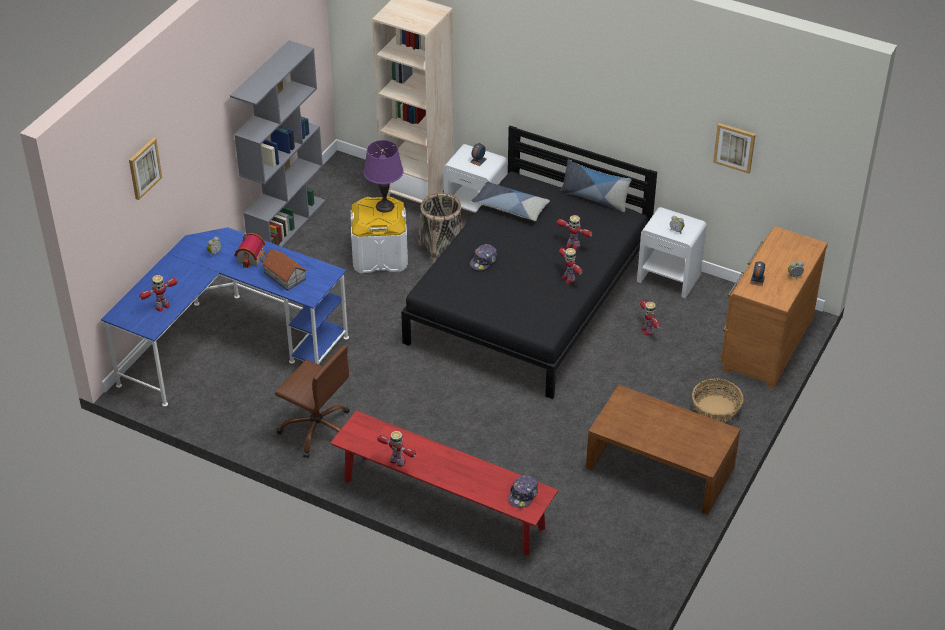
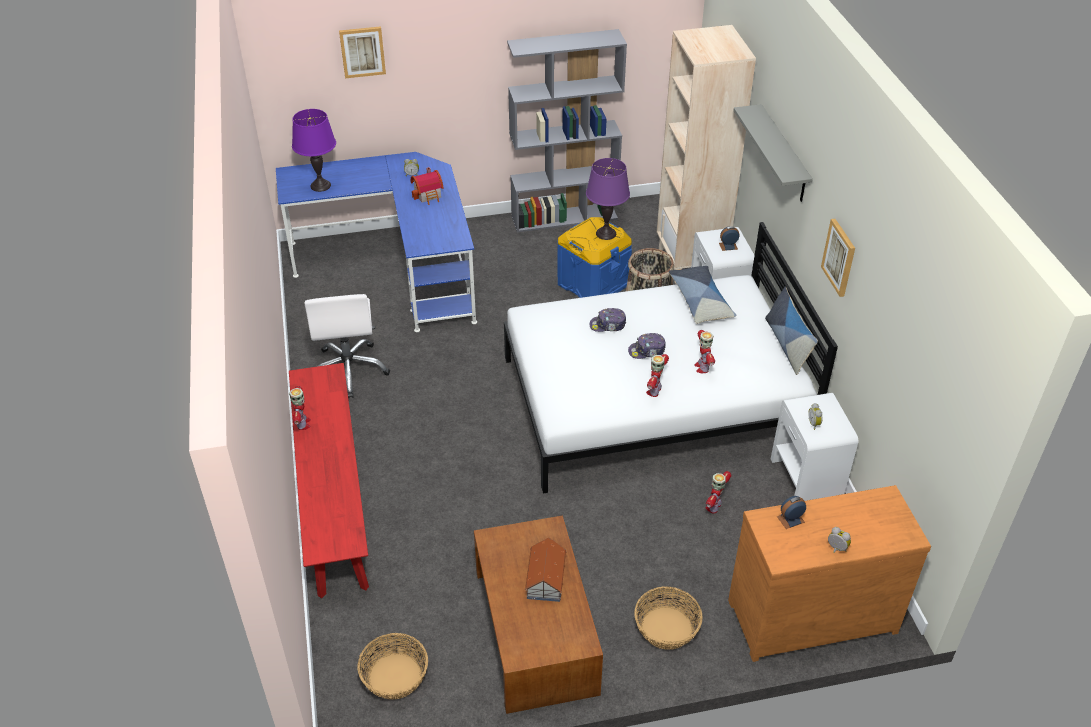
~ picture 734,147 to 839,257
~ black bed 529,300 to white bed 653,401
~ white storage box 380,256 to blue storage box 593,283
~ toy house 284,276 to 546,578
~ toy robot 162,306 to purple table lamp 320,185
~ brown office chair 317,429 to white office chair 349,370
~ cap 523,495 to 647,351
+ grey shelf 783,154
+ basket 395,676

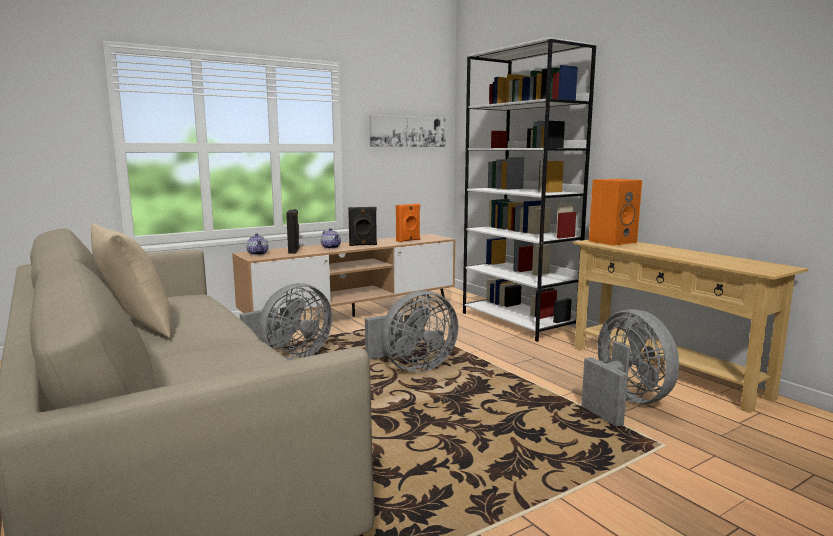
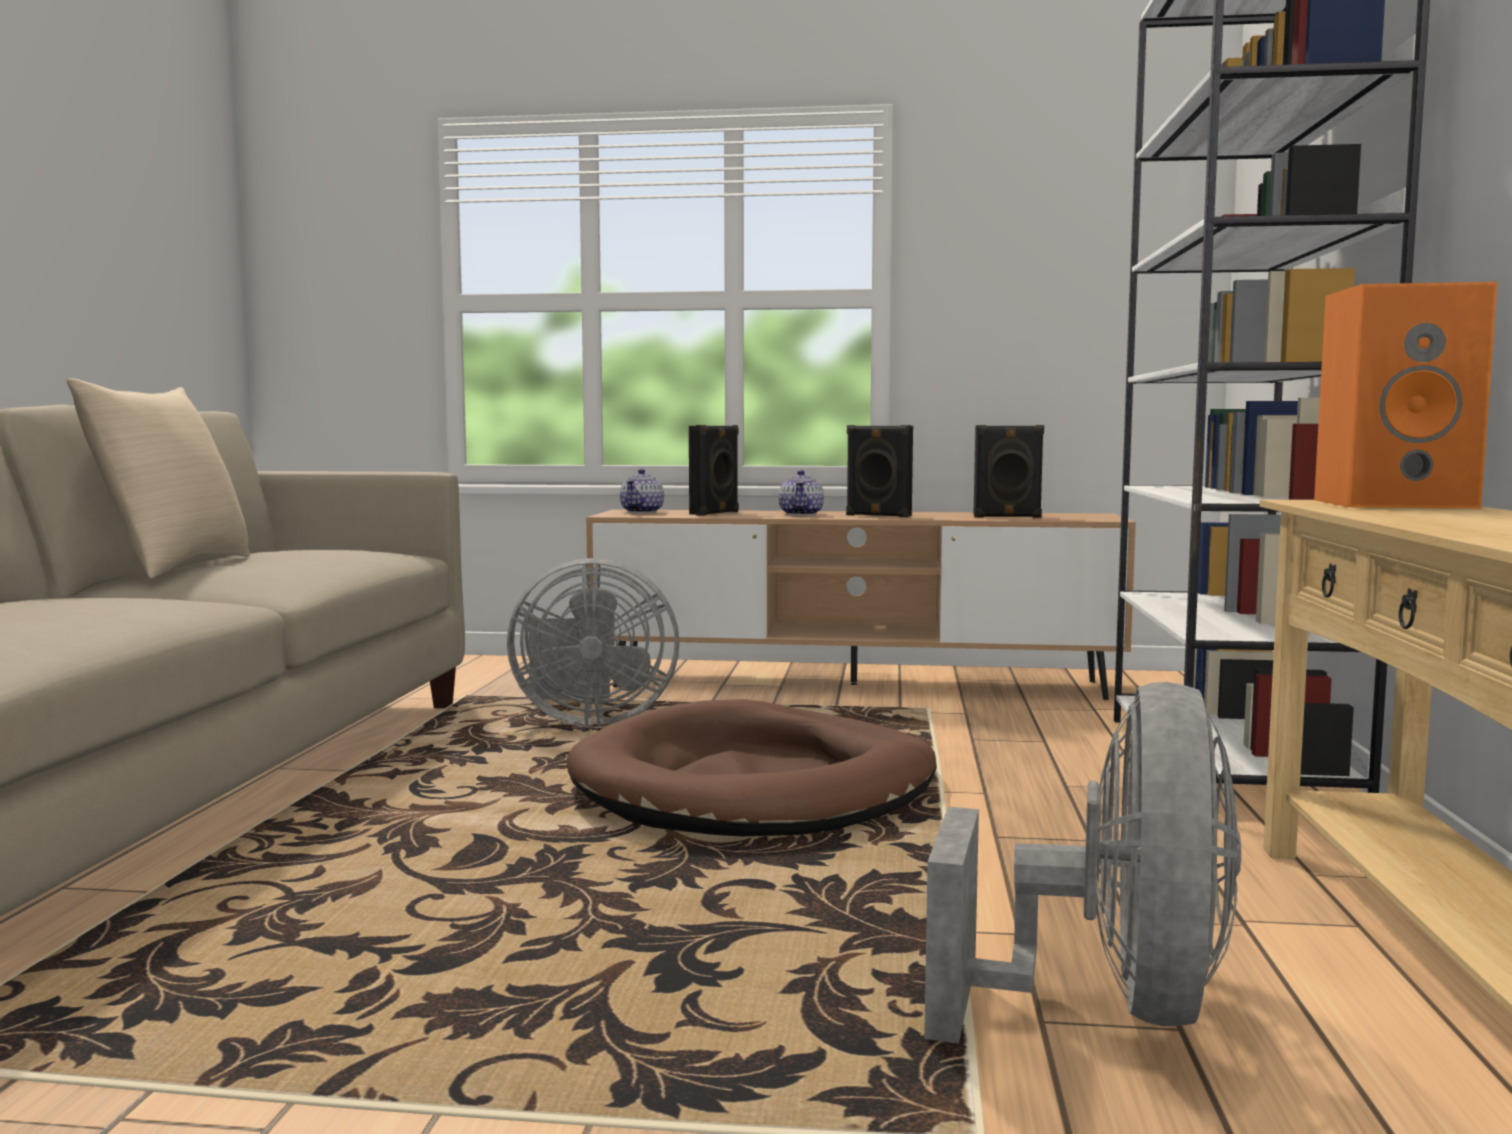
- picture 407,131
~ orange speaker 408,240 to black speaker 1007,517
~ grey fan 412,367 to brown dog bed 756,786

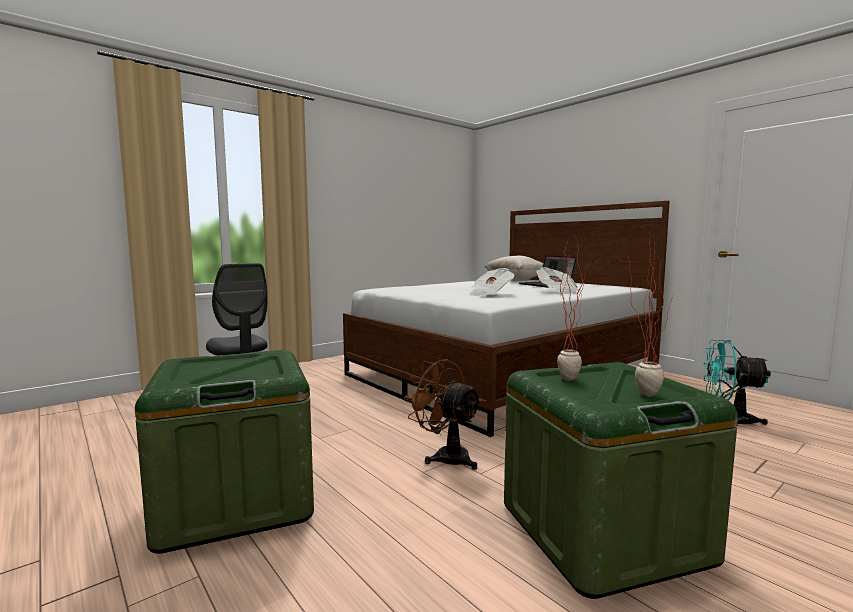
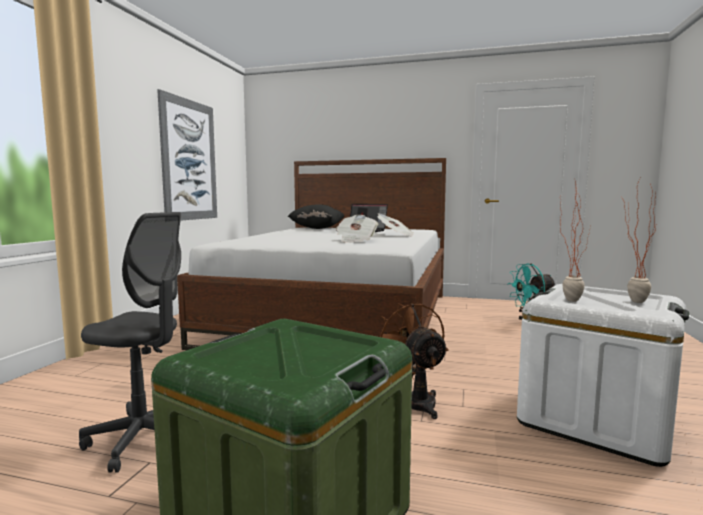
~ beige pillow 516,280 to black pillow 317,228
~ brown fan 446,456 = 415,401 60 degrees clockwise
~ green storage box 602,532 to white storage box 596,419
+ picture 189,160

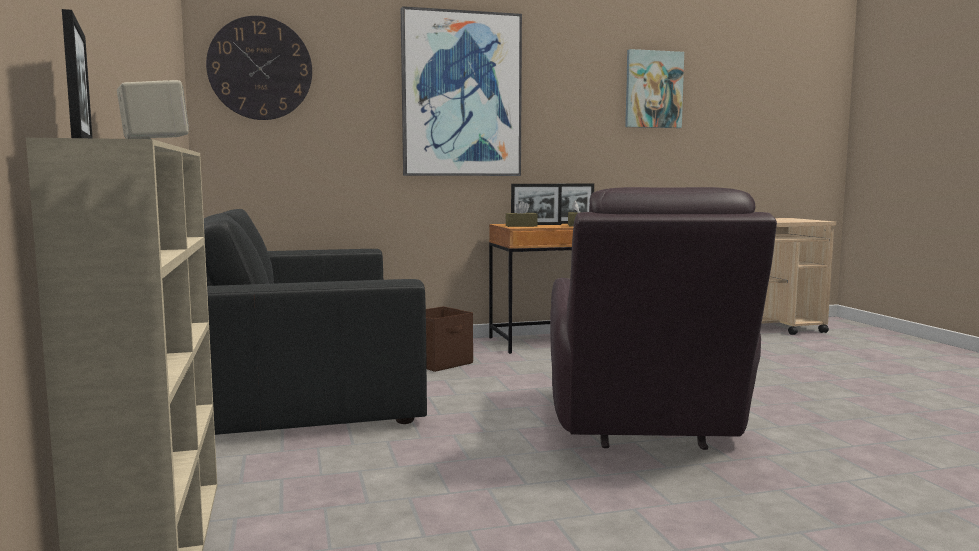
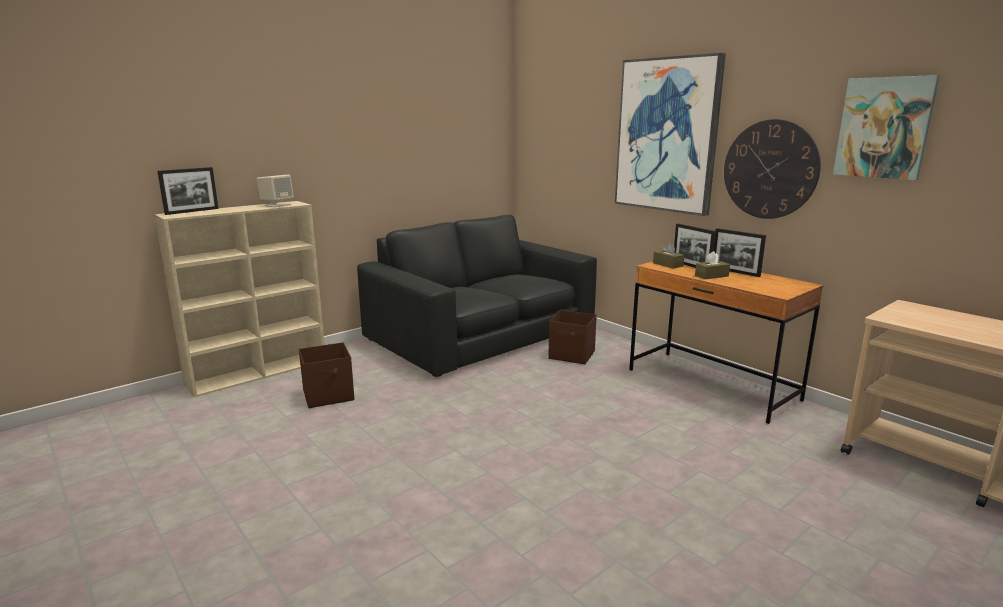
~ wall clock 260,68 to 770,169
- brown armchair 643,426
+ brown storage box 329,395

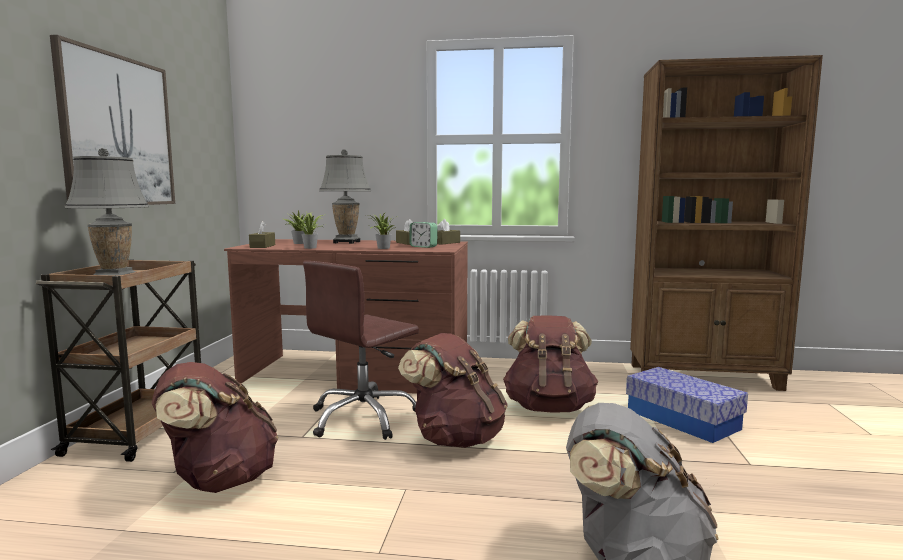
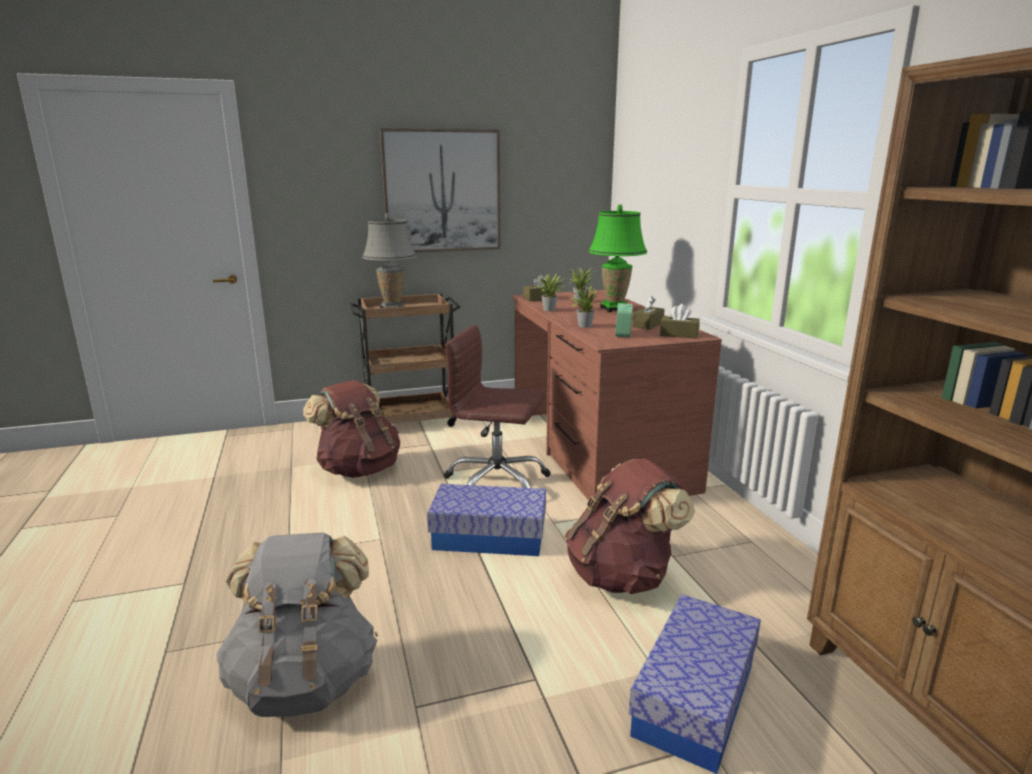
~ grey table lamp 347,242 to green table lamp 615,309
~ brown backpack 455,439 to storage box 489,537

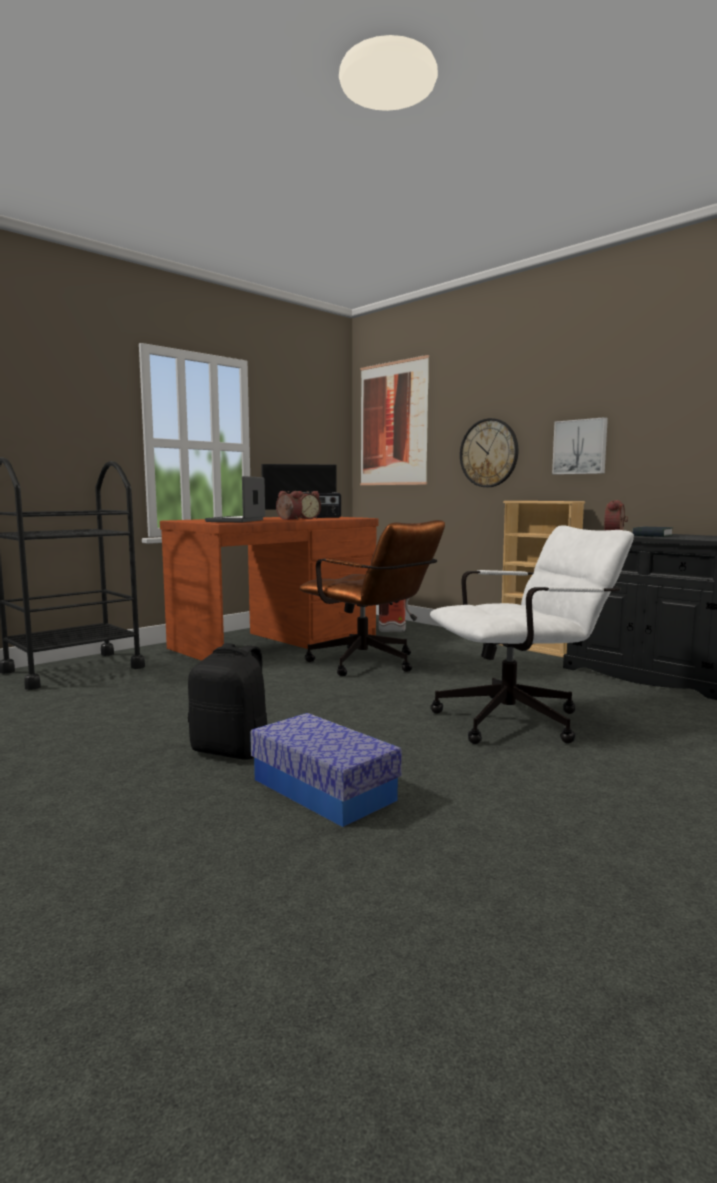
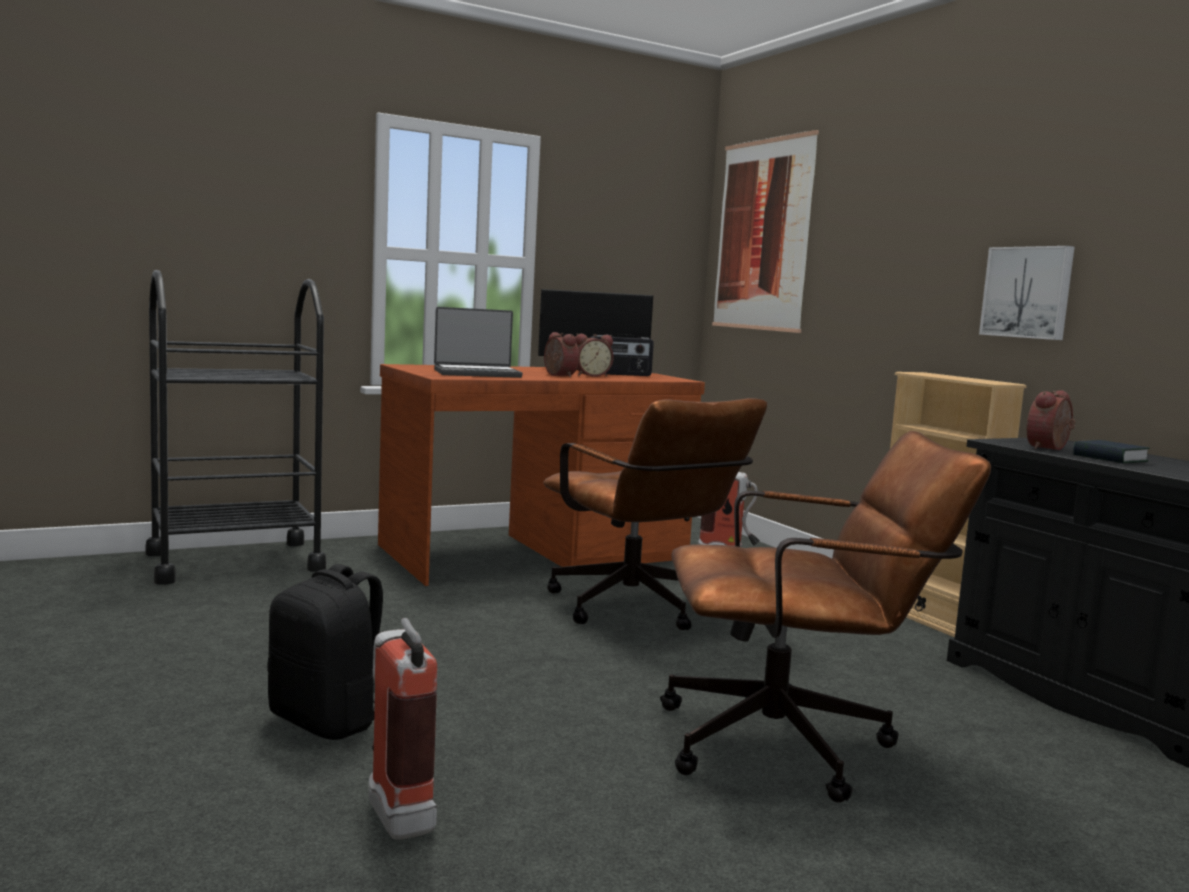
- wall clock 489,453
~ laptop 237,521 = 477,373 135 degrees counterclockwise
~ white office chair 521,720 to brown office chair 795,745
~ storage box 323,790 to fire extinguisher 395,810

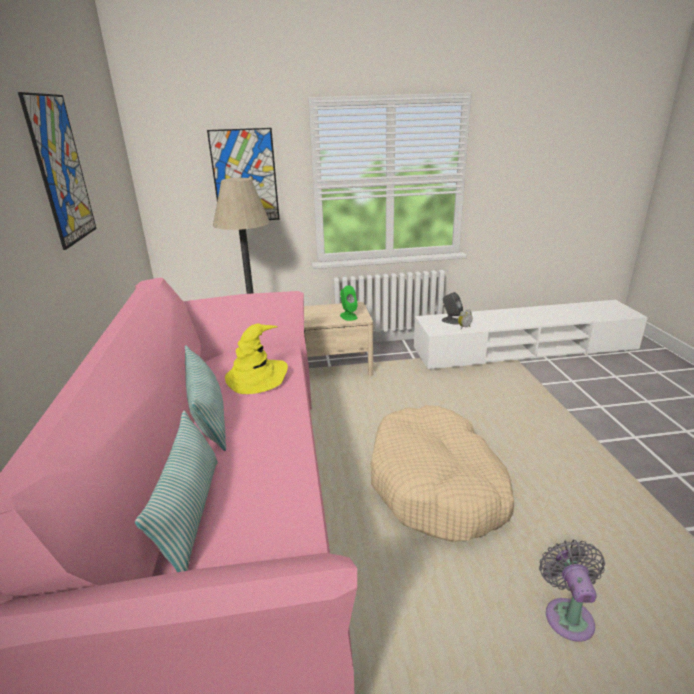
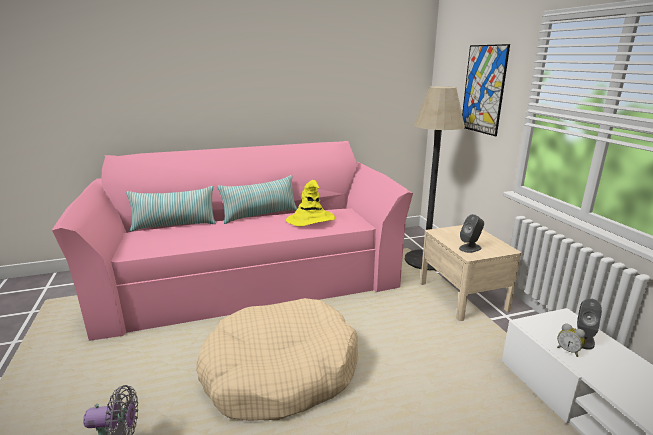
- picture 61,170
~ green speaker 348,316 to grey speaker 470,248

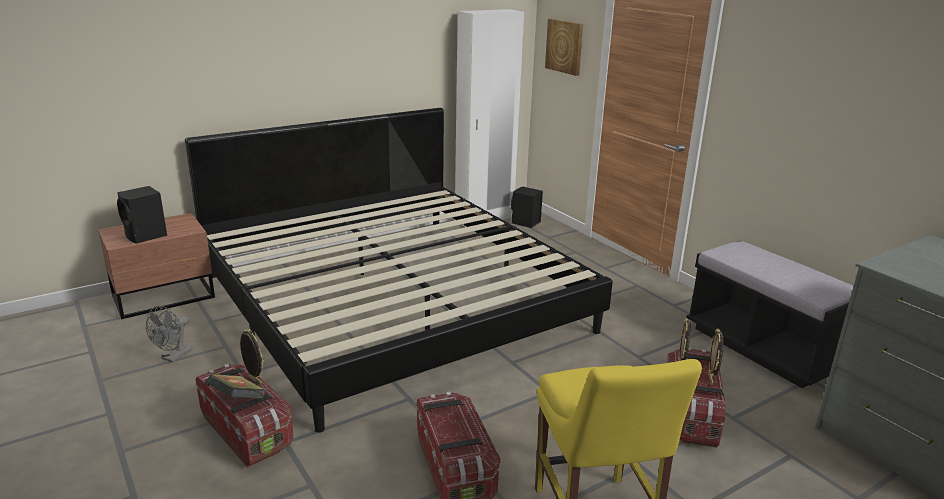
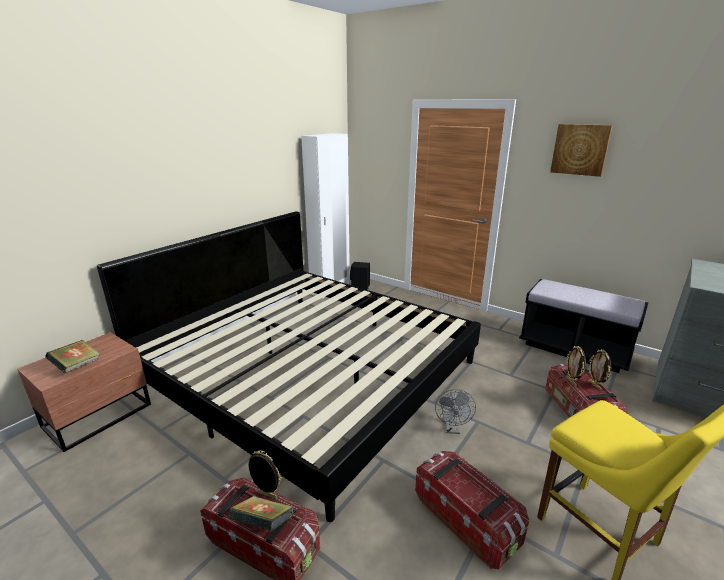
~ picture 565,46 to 580,149
~ black speaker 146,236 to book 77,366
~ grey fan 174,357 to 452,429

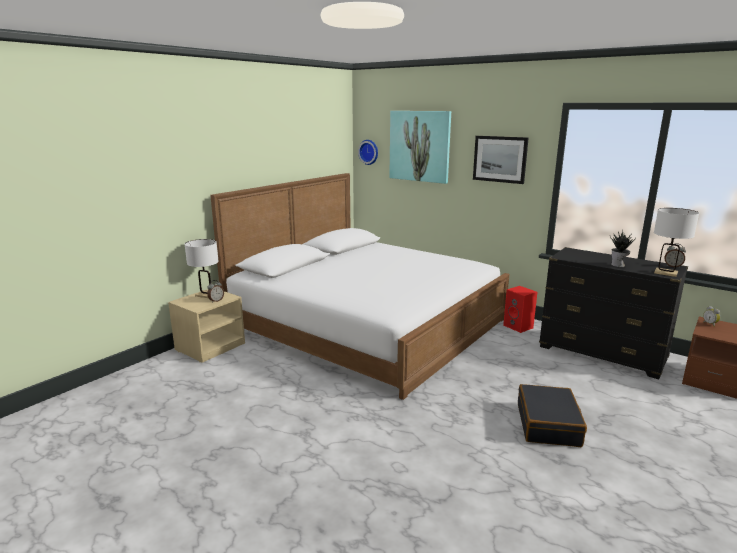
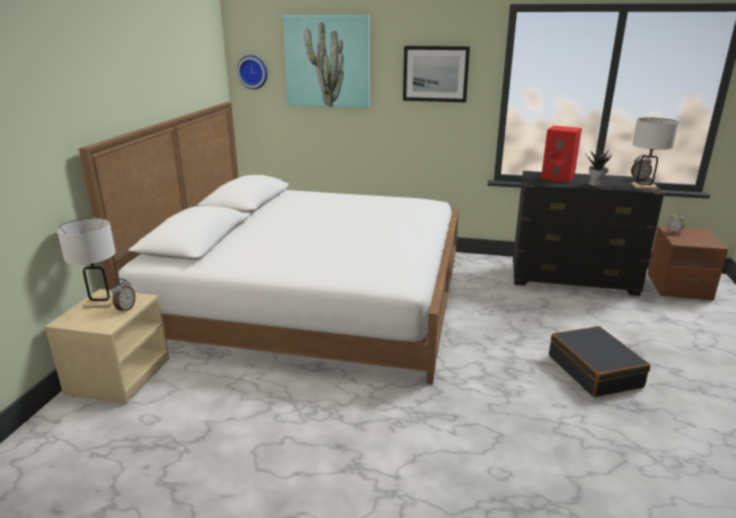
~ red speaker 519,326 to 558,177

